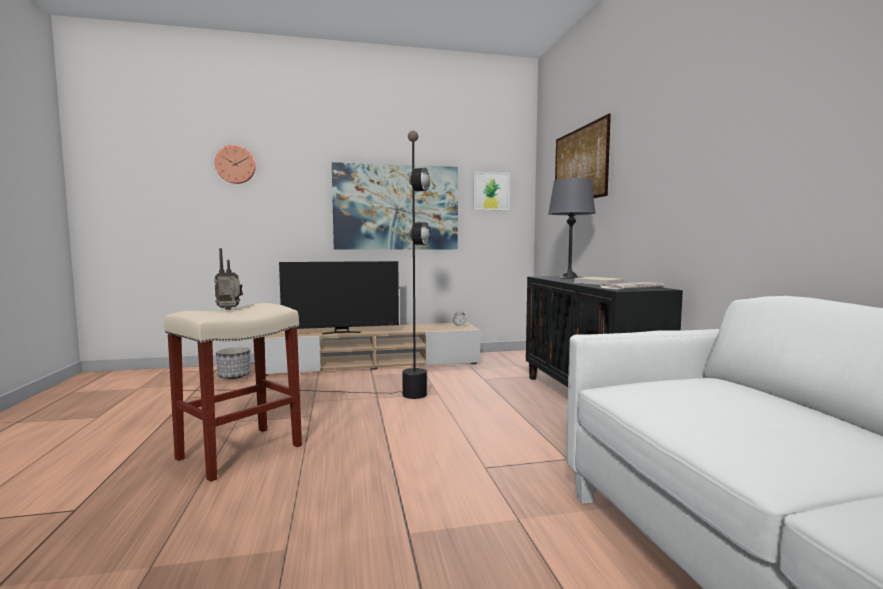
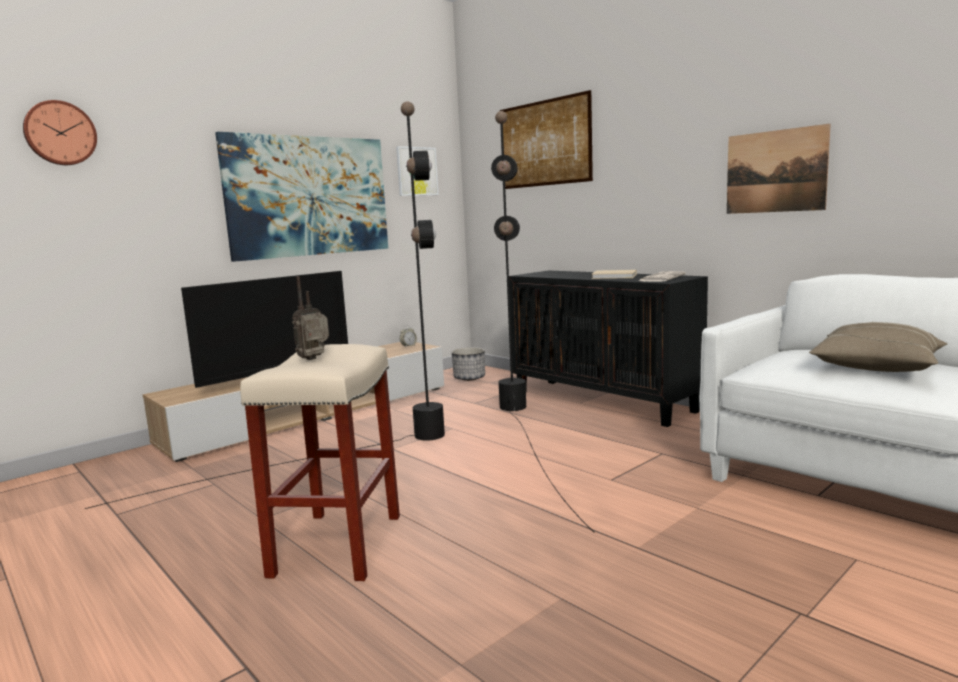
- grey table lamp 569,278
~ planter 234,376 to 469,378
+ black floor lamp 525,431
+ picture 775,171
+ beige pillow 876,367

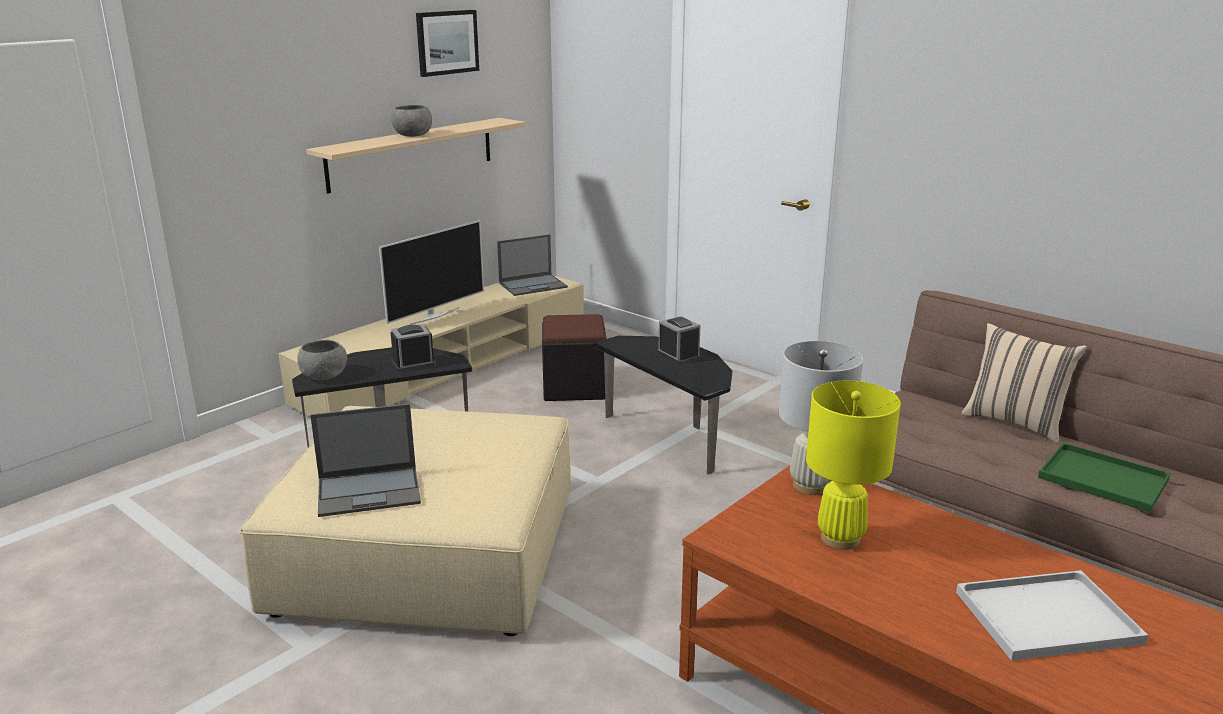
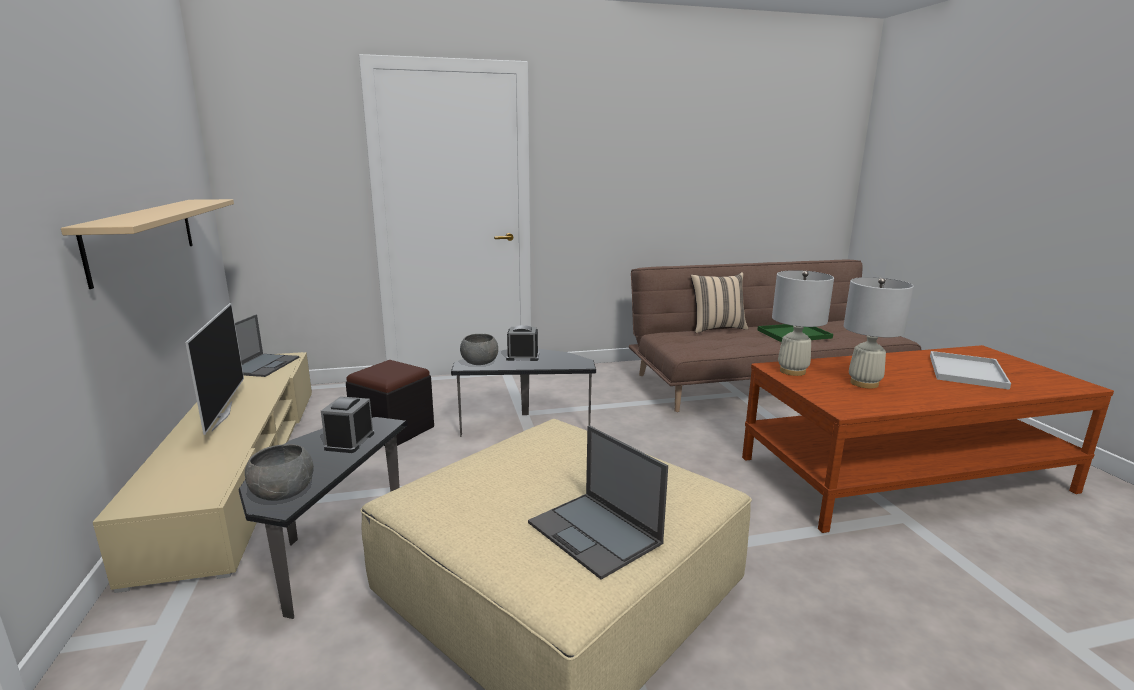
- picture 447,42
~ grey bowl 413,135 to 479,362
~ yellow table lamp 840,538 to white table lamp 864,383
~ laptop 370,491 = 595,534 120 degrees clockwise

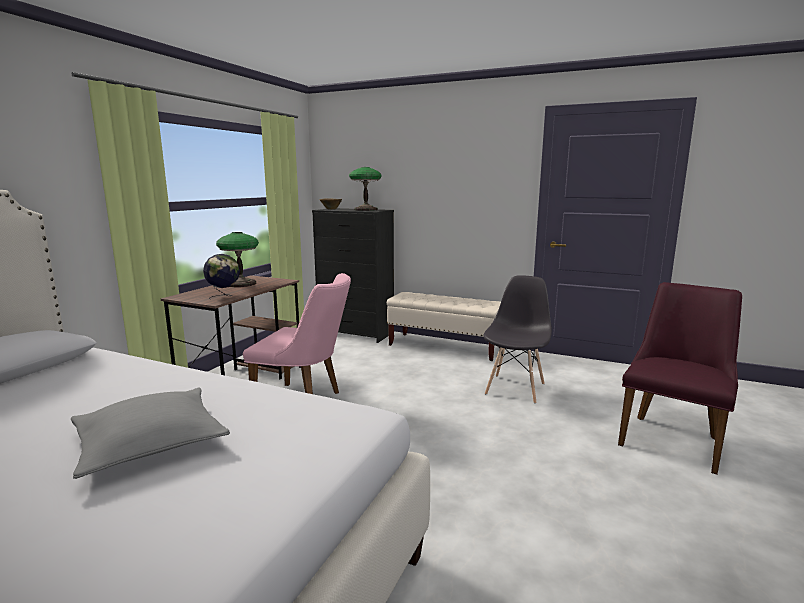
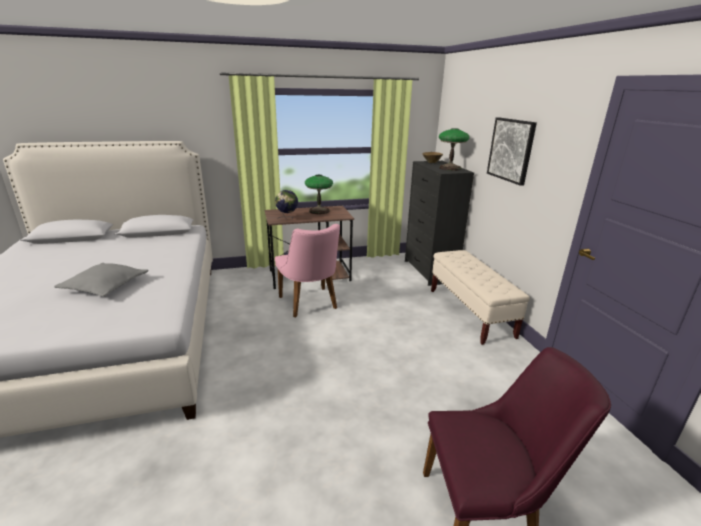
- grey chair 515,388
+ picture 511,150

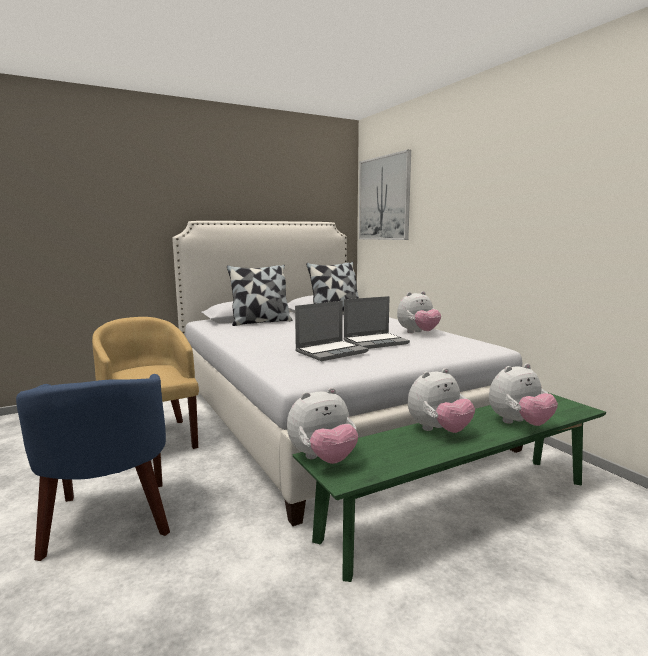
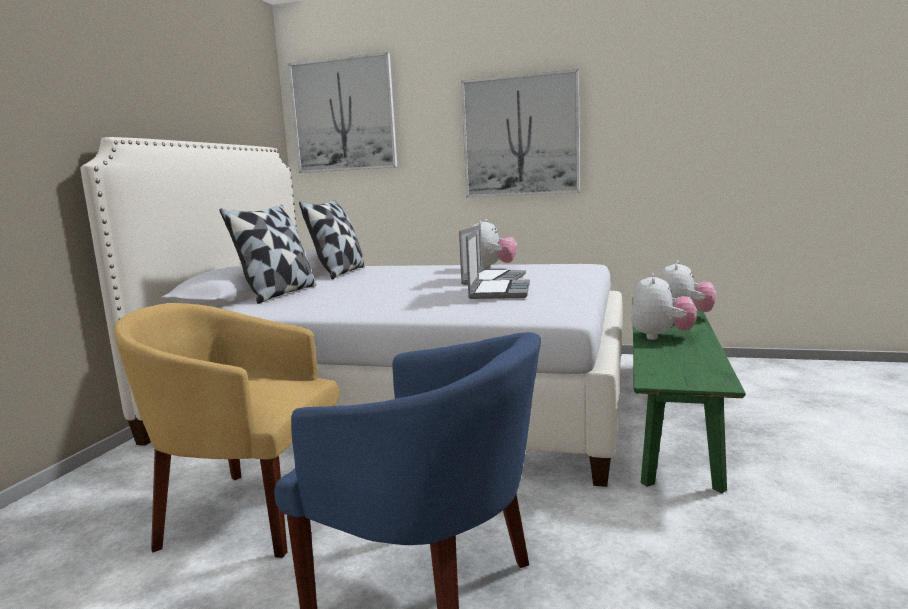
- plush toy 323,459
+ picture 520,136

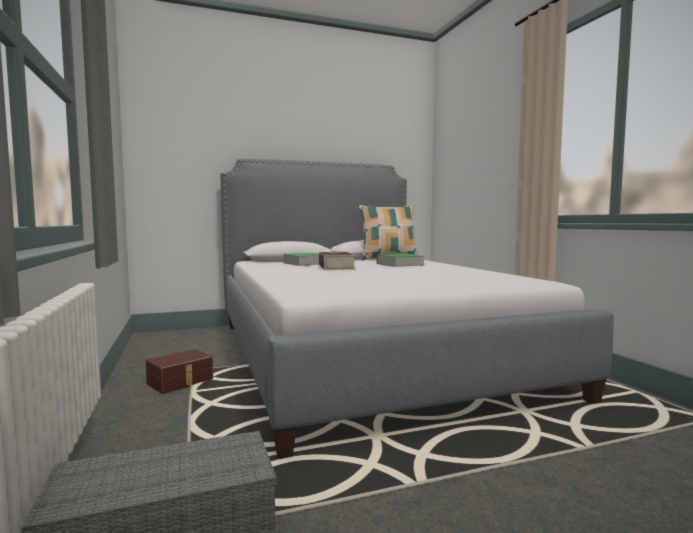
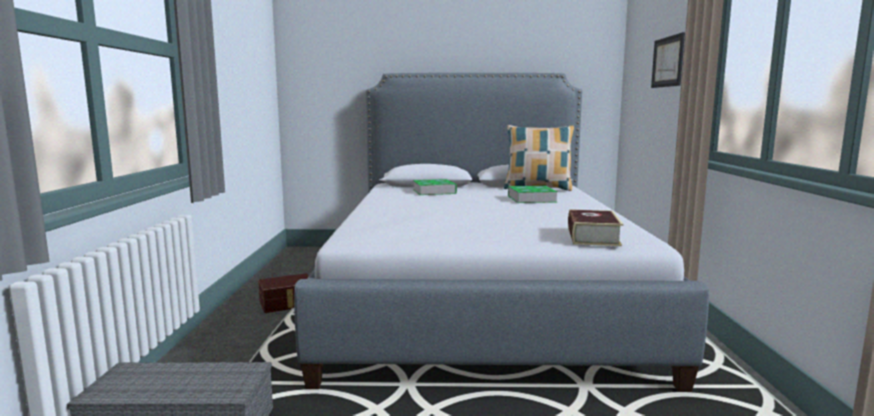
~ book 336,267 to 592,236
+ picture 668,62

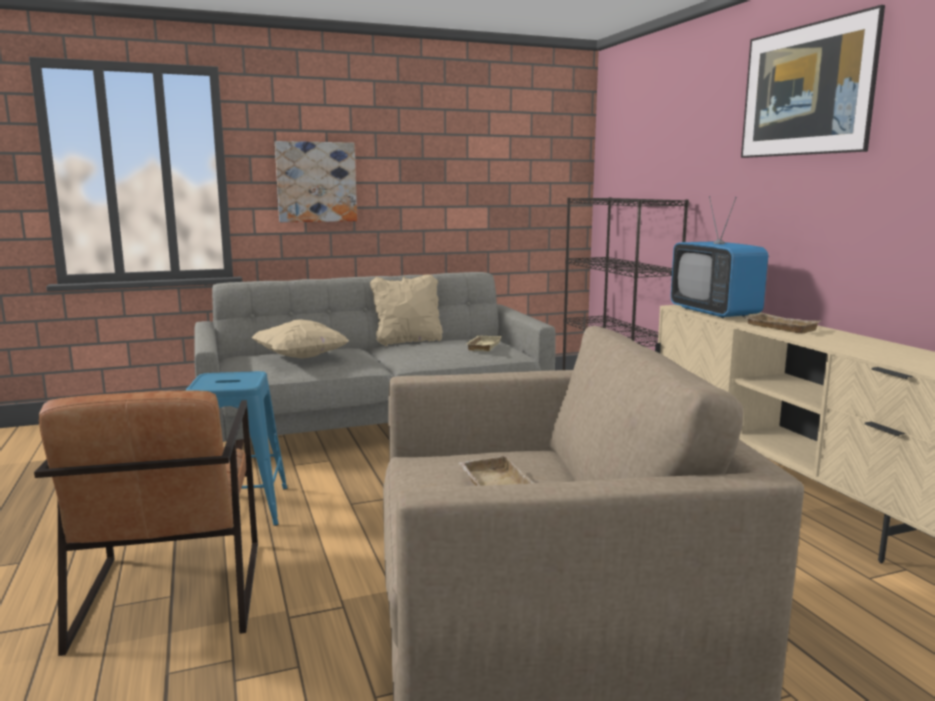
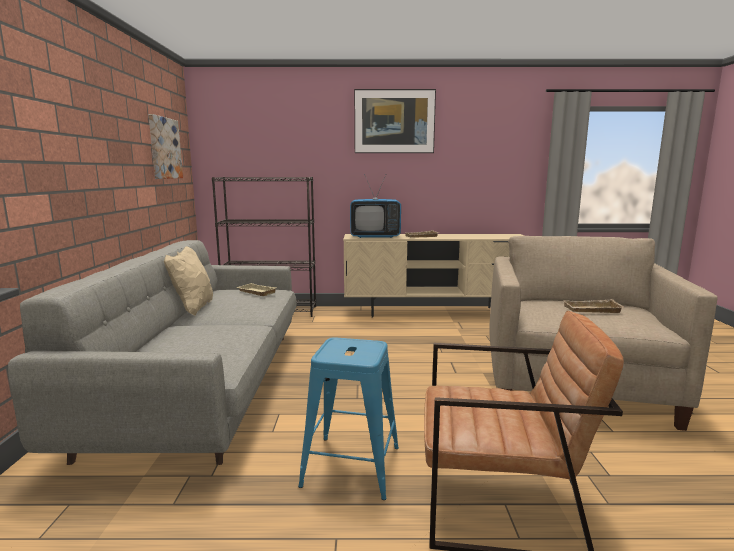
~ picture 316,182 to 164,148
- beige pillow 301,358

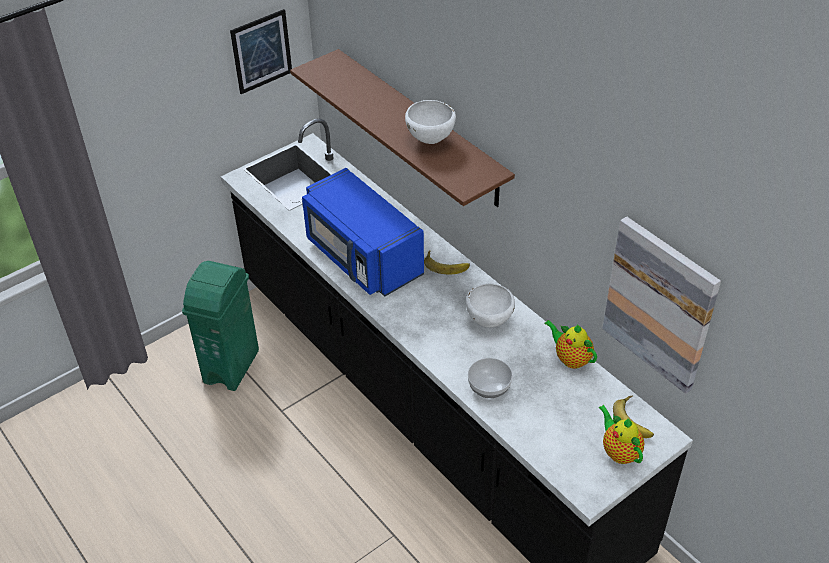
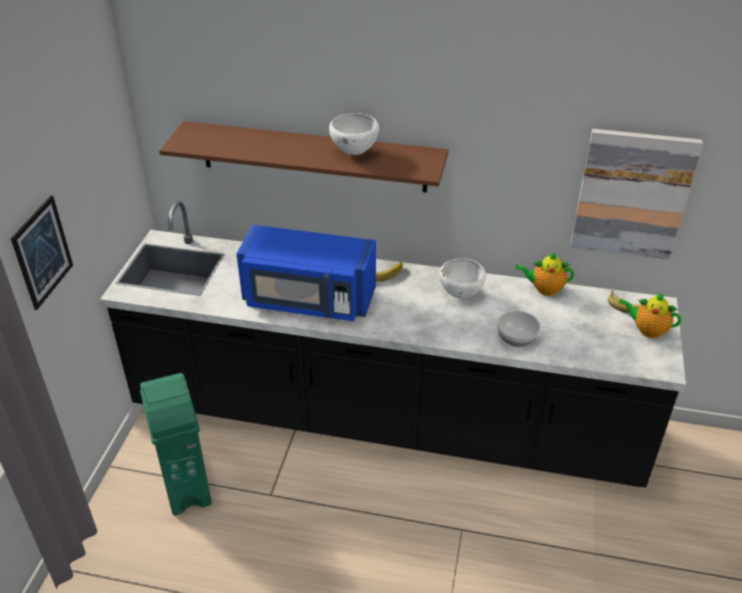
~ picture 261,51 to 42,252

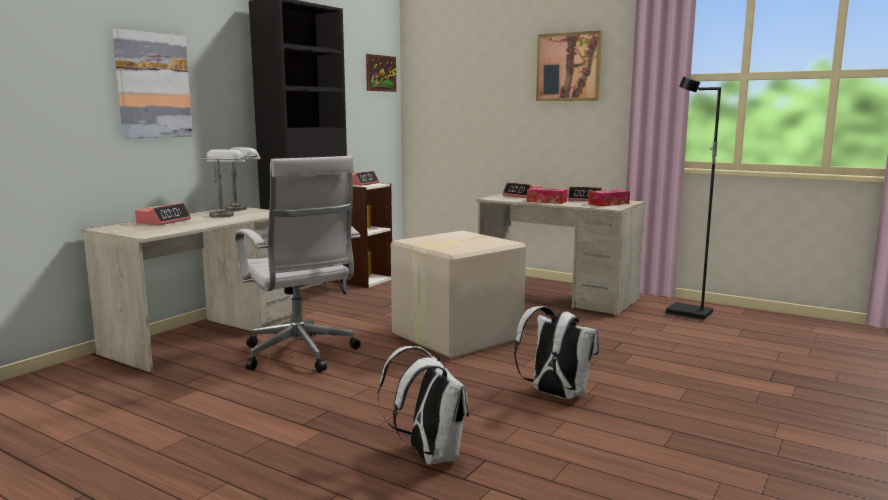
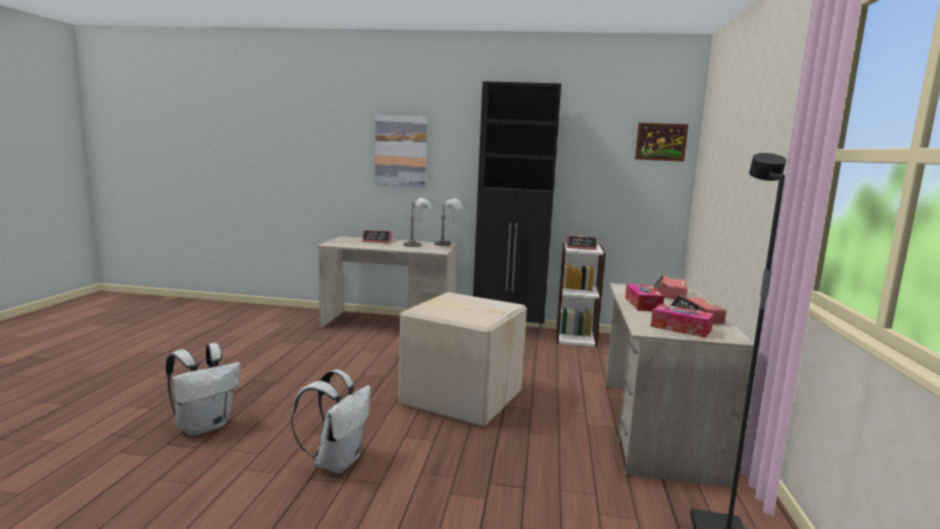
- picture 568,67
- white office chair 301,355

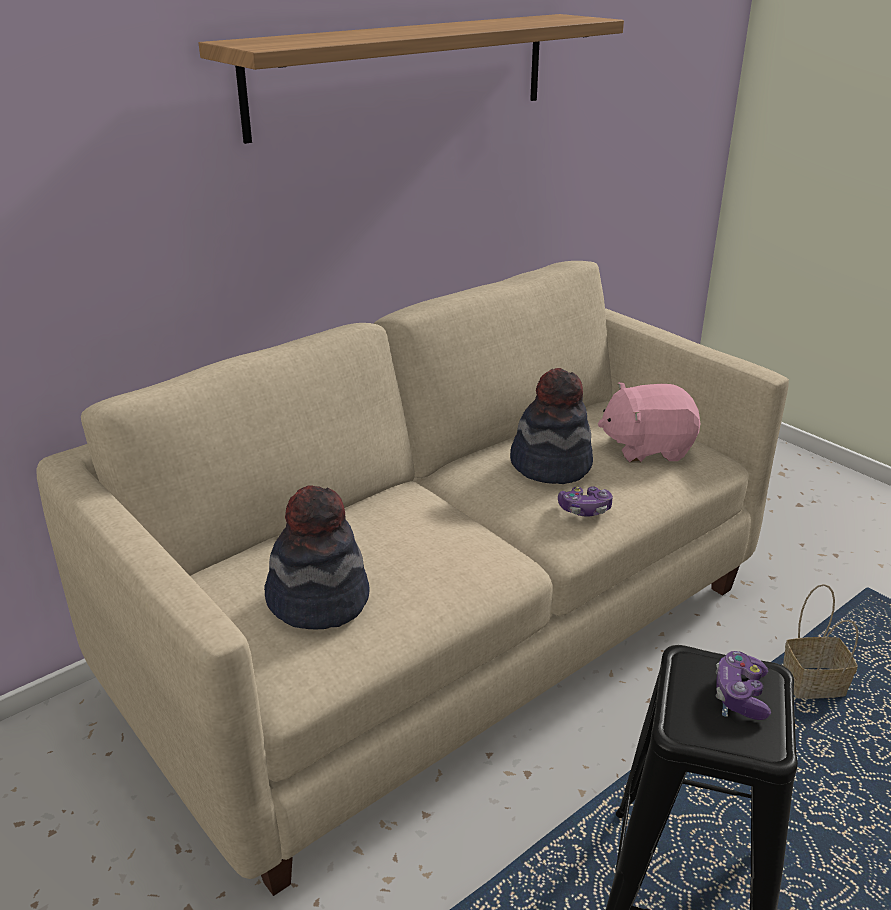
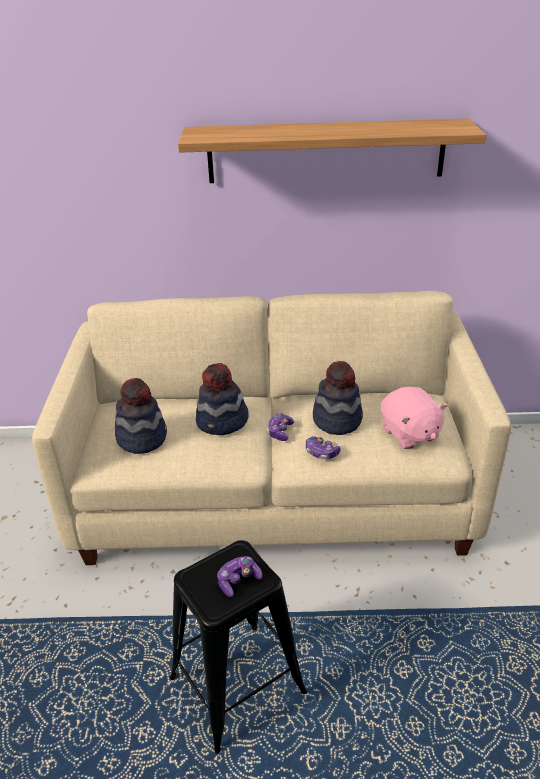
~ pink plush toy 647,448 = 409,433 150 degrees counterclockwise
- basket 814,683
+ hat 222,422
+ game controller 280,432

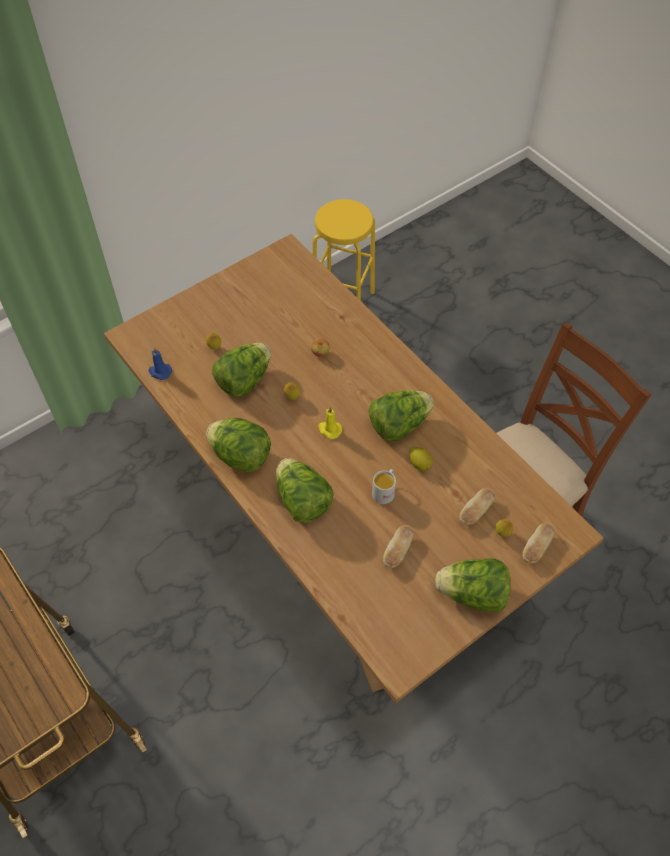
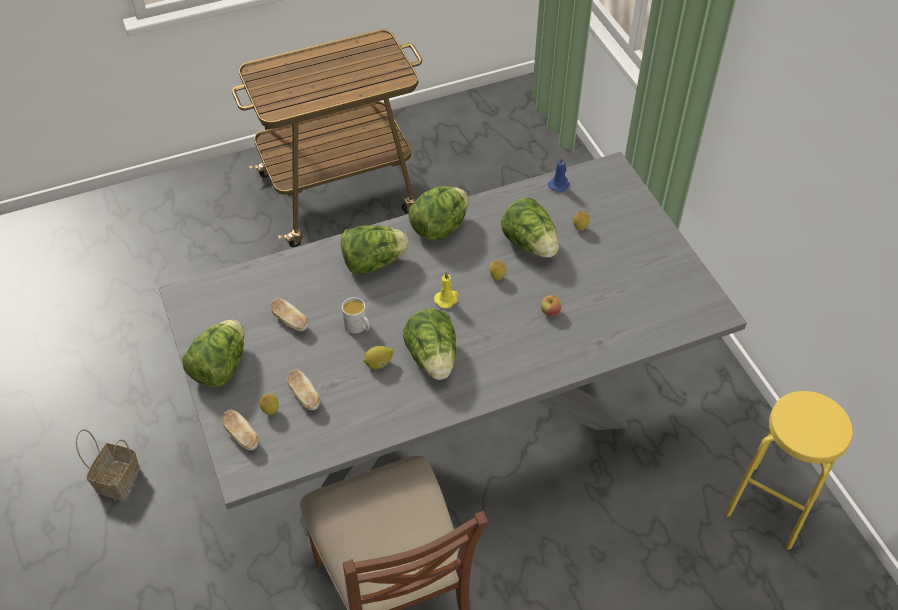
~ brown dining table 333,525 to grey dining table 448,421
+ basket 118,478

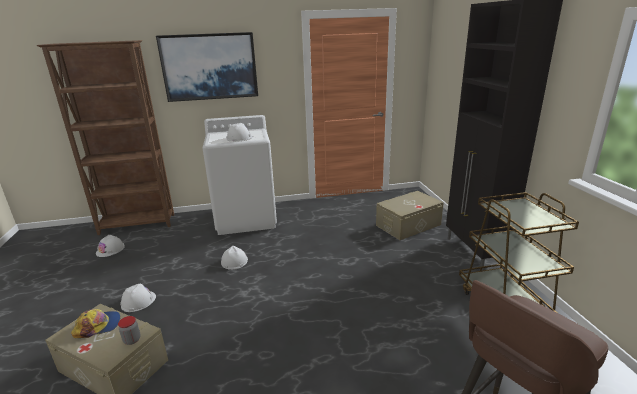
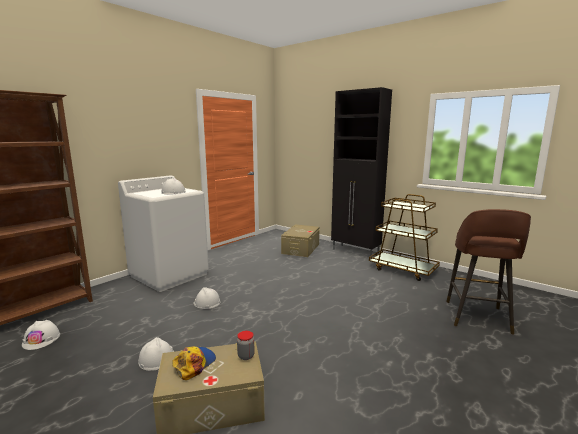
- picture 209,67

